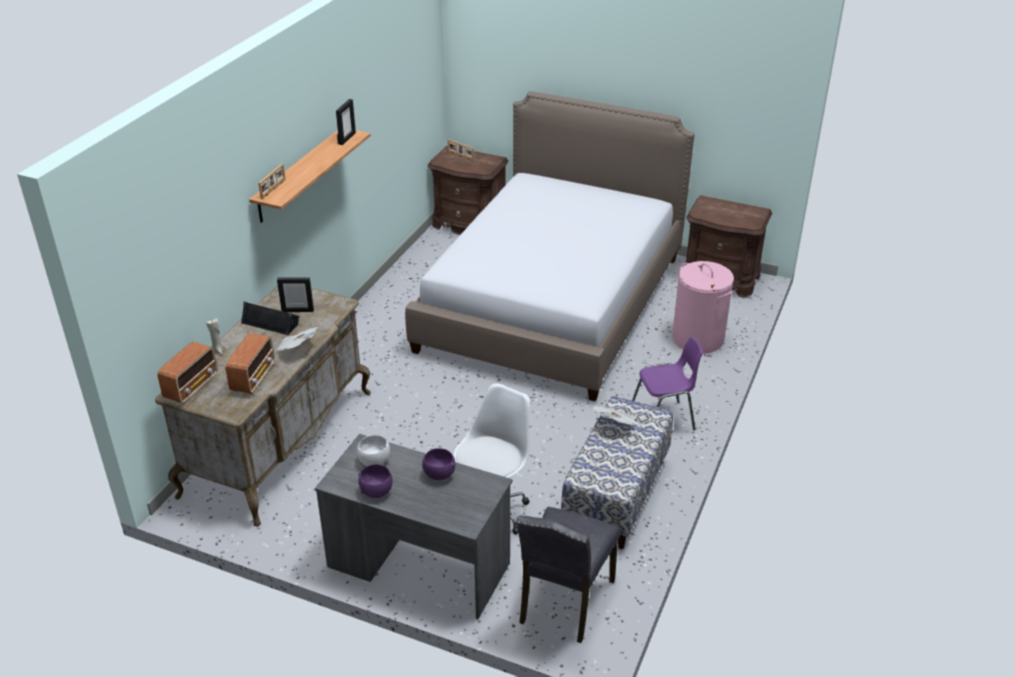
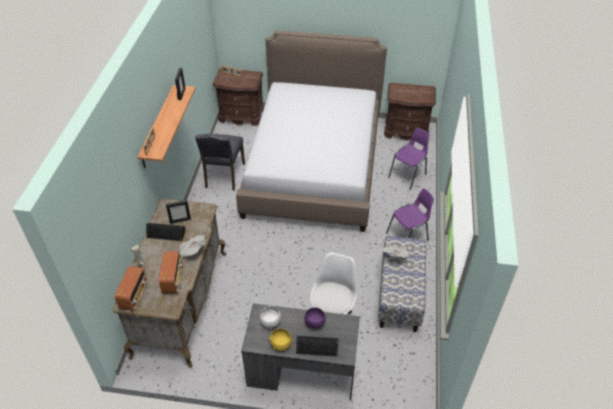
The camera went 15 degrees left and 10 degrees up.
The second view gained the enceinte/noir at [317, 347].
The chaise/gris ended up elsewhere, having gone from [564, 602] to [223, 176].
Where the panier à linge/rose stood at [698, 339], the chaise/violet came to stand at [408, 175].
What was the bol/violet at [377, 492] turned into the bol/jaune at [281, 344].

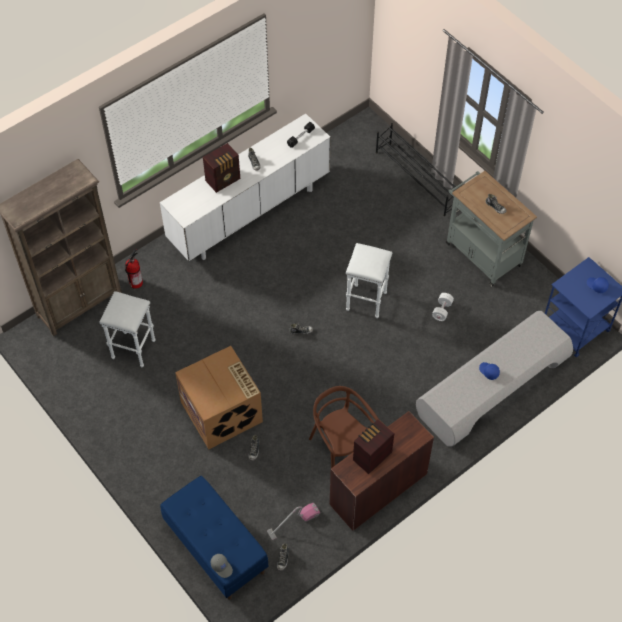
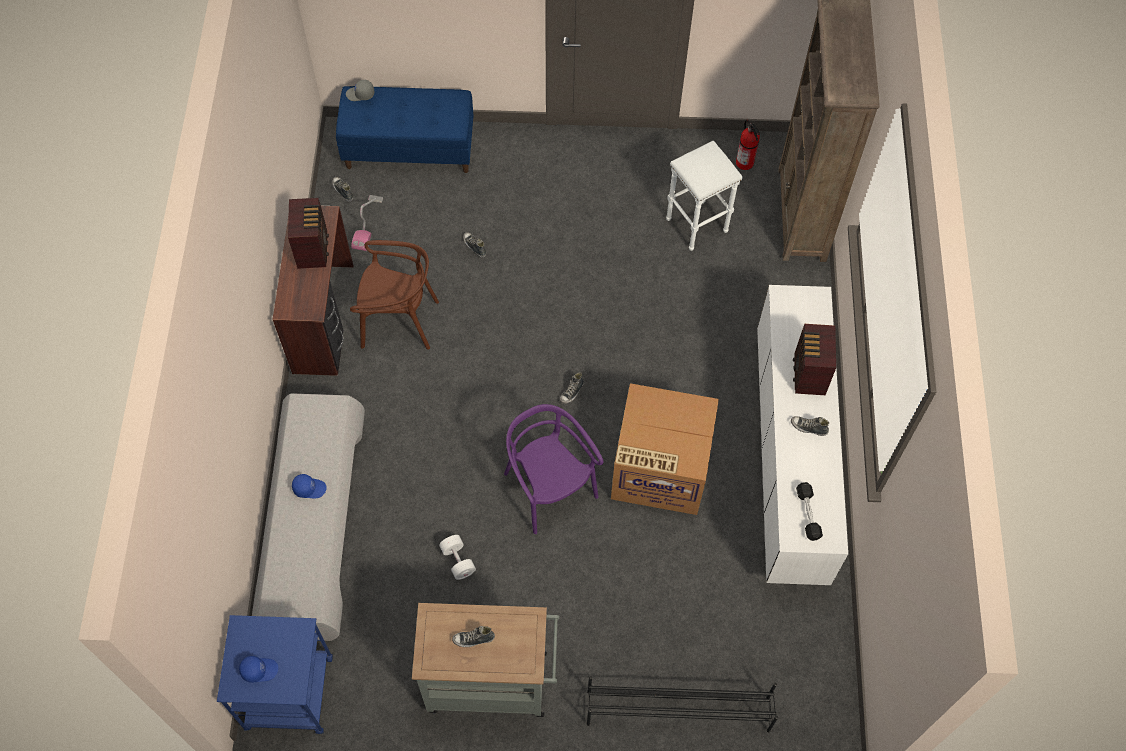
The camera went 130 degrees right and 5 degrees up.
The extincteur ended up elsewhere, having gone from [136, 282] to [745, 163].
The carton ended up elsewhere, having gone from [222, 412] to [659, 468].
Where the tabouret/blanc stood at [365, 301], the chaise/violet came to stand at [548, 488].

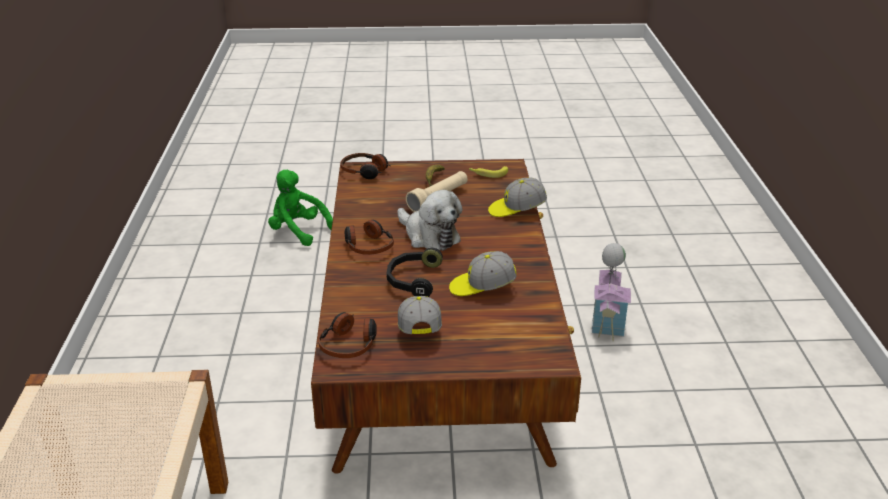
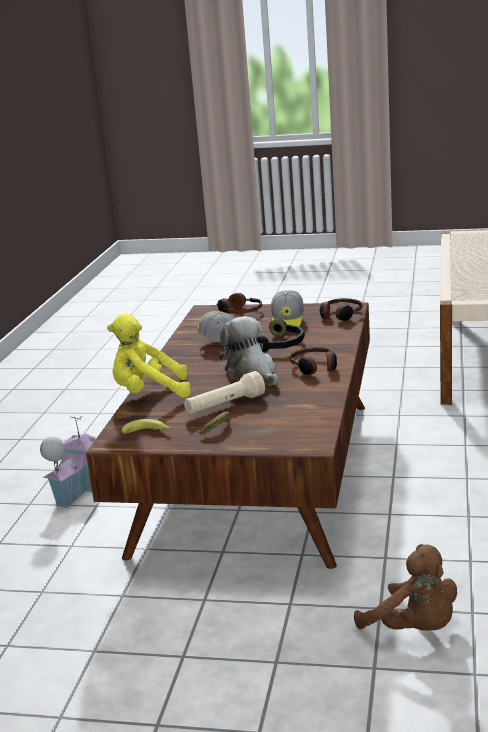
The camera went 165 degrees left and 10 degrees down.
The casque audio ended up elsewhere, having gone from [365, 171] to [239, 312].
Where the casquette stood at [516, 209], the peluche/jaune came to stand at [149, 394].
What was the peluche/vert at [298, 231] turned into the peluche/marron at [414, 629].

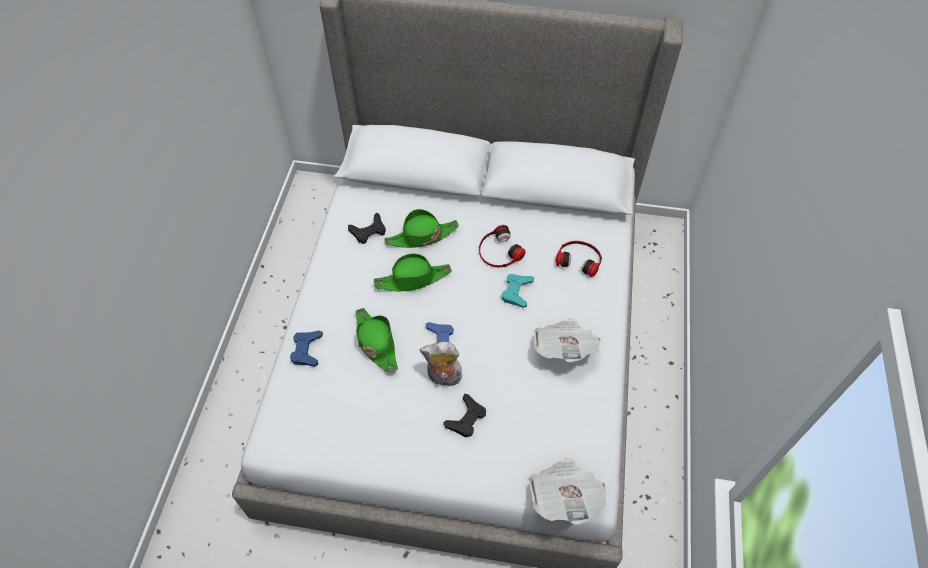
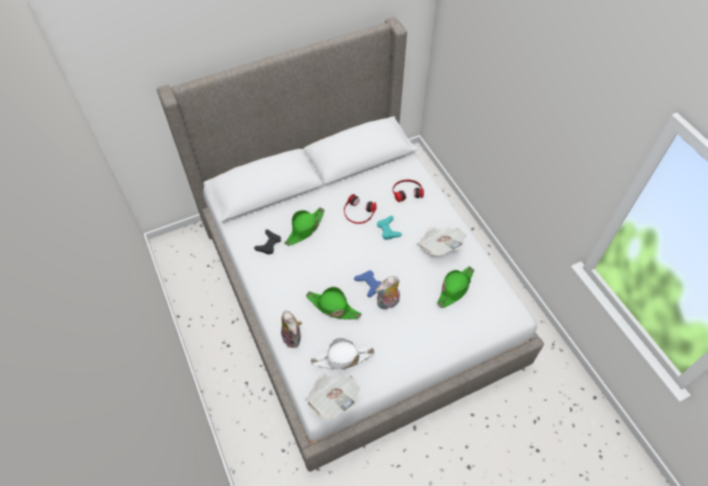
The camera went 35 degrees left and 0 degrees up.
The second view lost the manette/noir at [466, 418].
The second view gained the chapeau/blanc at [342, 358].
The chapeau/vert ended up elsewhere, having gone from [413, 279] to [455, 288].
The journal ended up elsewhere, having gone from [564, 496] to [332, 398].
Where the manette/bleu stood at [307, 350], the peluche came to stand at [293, 338].

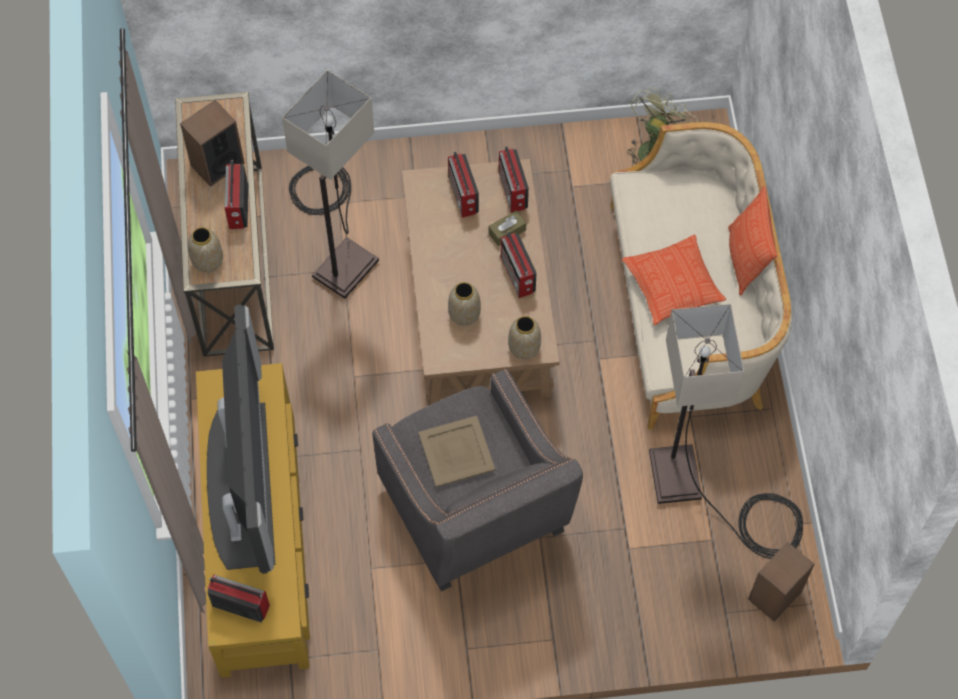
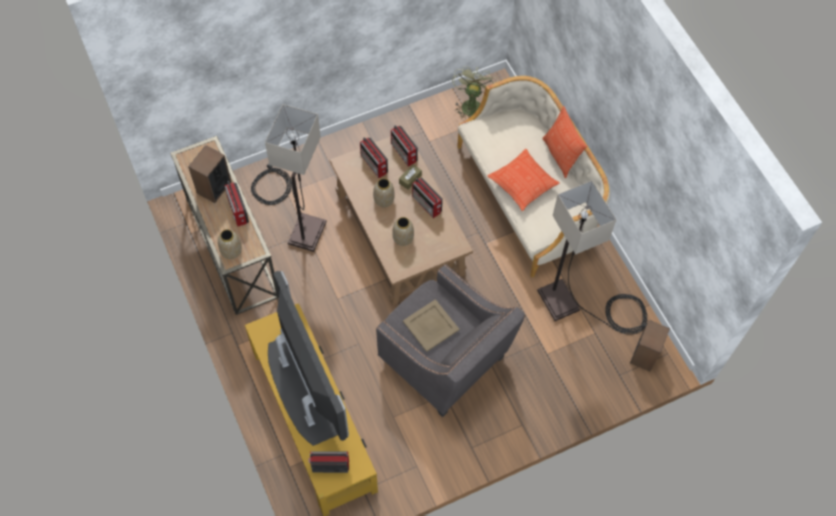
The camera went 20 degrees left and 0 degrees up.
The vase ended up elsewhere, having gone from [524, 348] to [384, 200].

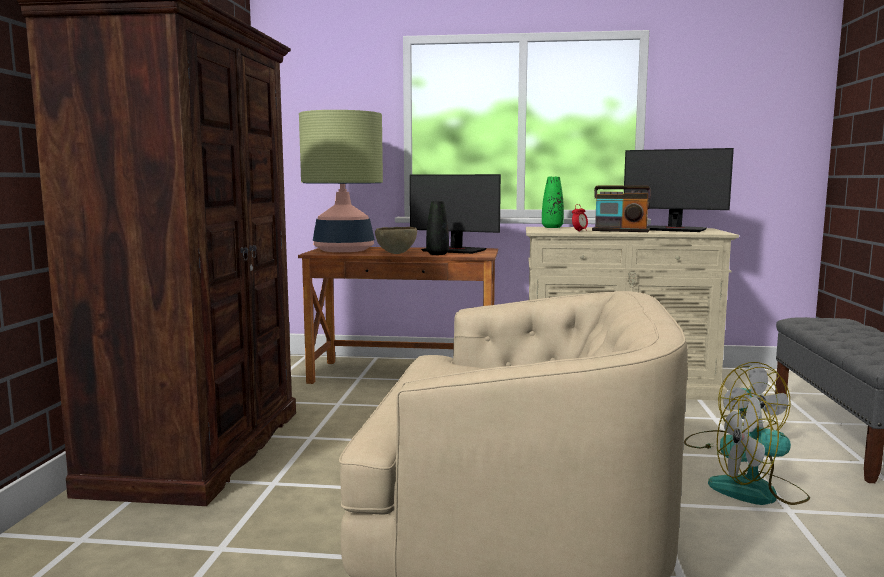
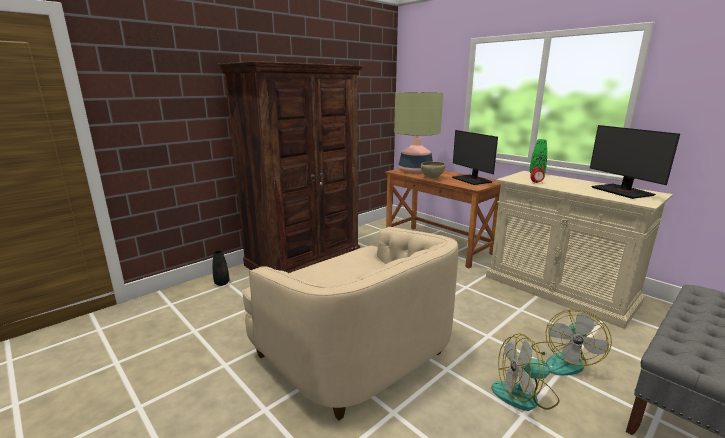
The camera went 40 degrees right and 10 degrees up.
The second view lost the radio at [620, 231].
The vase/noir ended up elsewhere, having gone from [437, 254] to [222, 283].
The ventilateur at [758, 492] ended up facing another way, 45 degrees counterclockwise from before.

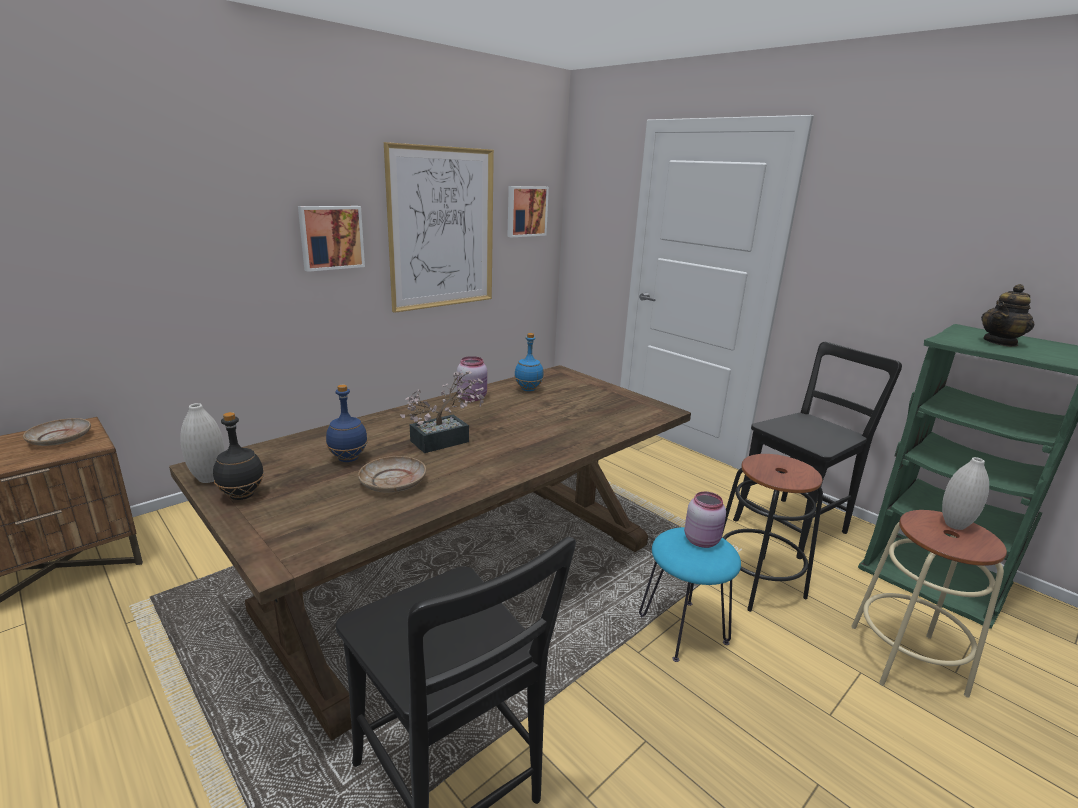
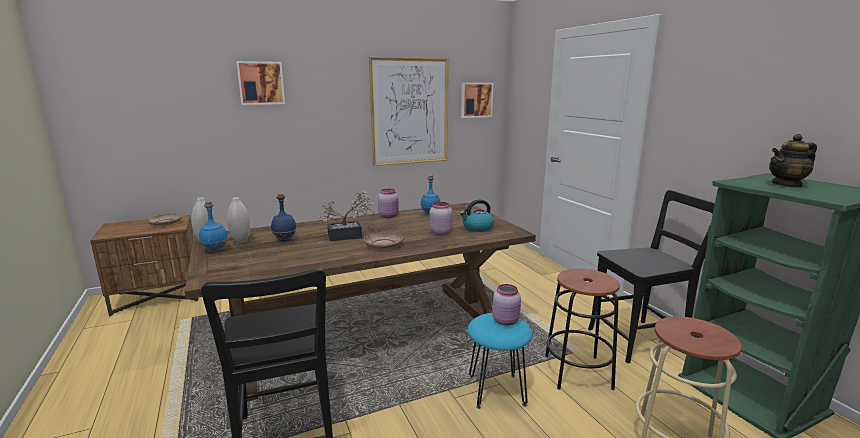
The camera went 20 degrees right and 5 degrees down.
The second view gained the bocal/rose at [440, 233].
The second view gained the bouilloire at [477, 228].
The tableau ended up elsewhere, having gone from [331, 237] to [261, 83].
The assiette/beige ended up elsewhere, having gone from [393, 482] to [383, 245].
The vase/blanc ended up elsewhere, having gone from [954, 525] to [241, 241].
What was the bouteille/noir at [243, 495] turned into the bouteille/bleu at [215, 250].

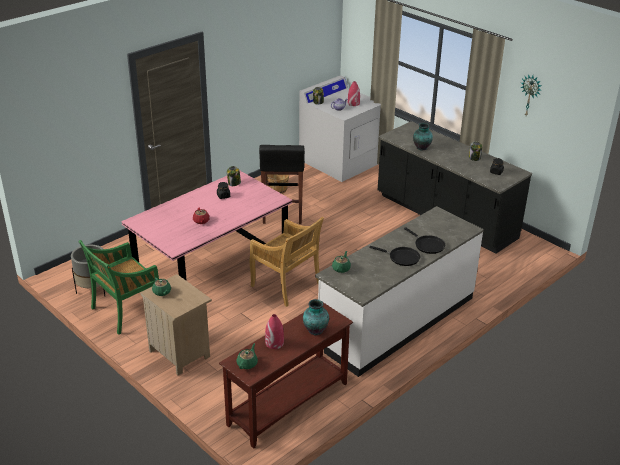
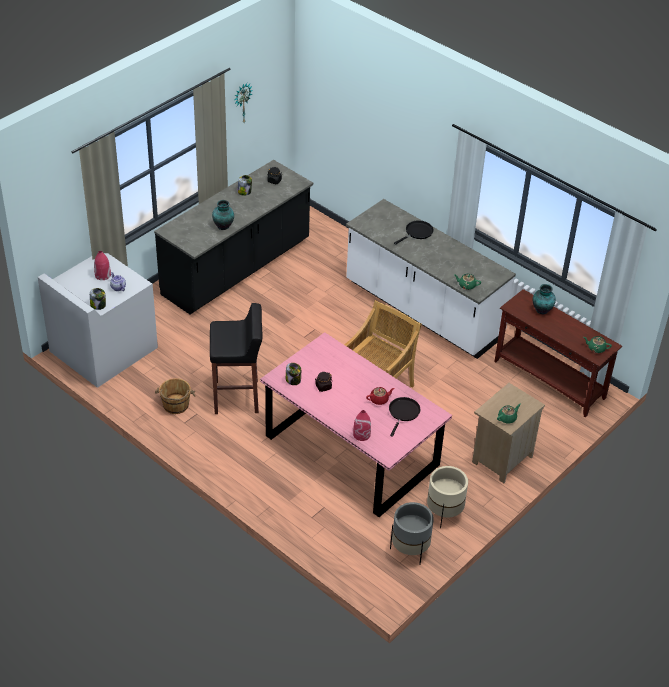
The camera went 95 degrees left and 10 degrees up.
The vase/rouge ended up elsewhere, having gone from [274, 343] to [362, 434].
The poêle/noir ended up elsewhere, having gone from [402, 257] to [403, 413].
Where the chaise/vert stood at [126, 311], the cache-pot/beige came to stand at [444, 513].

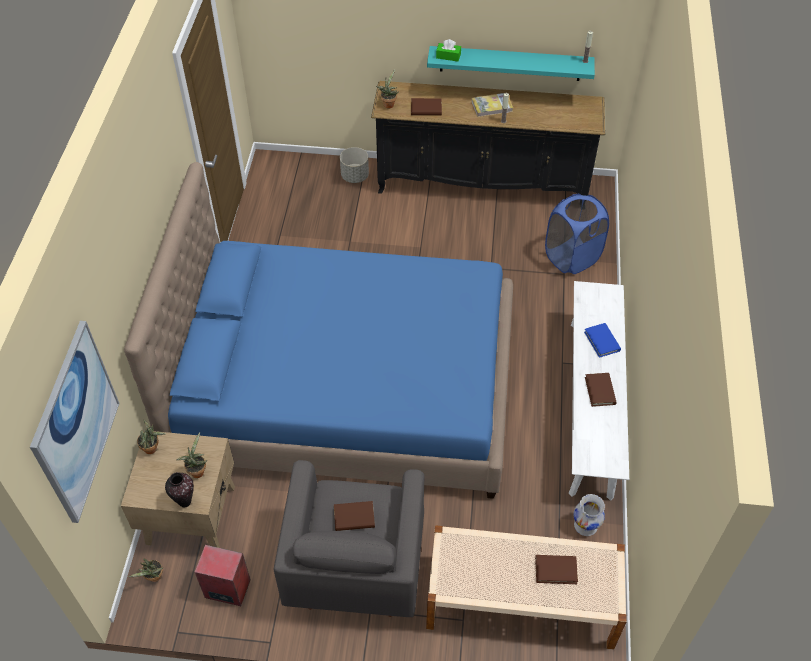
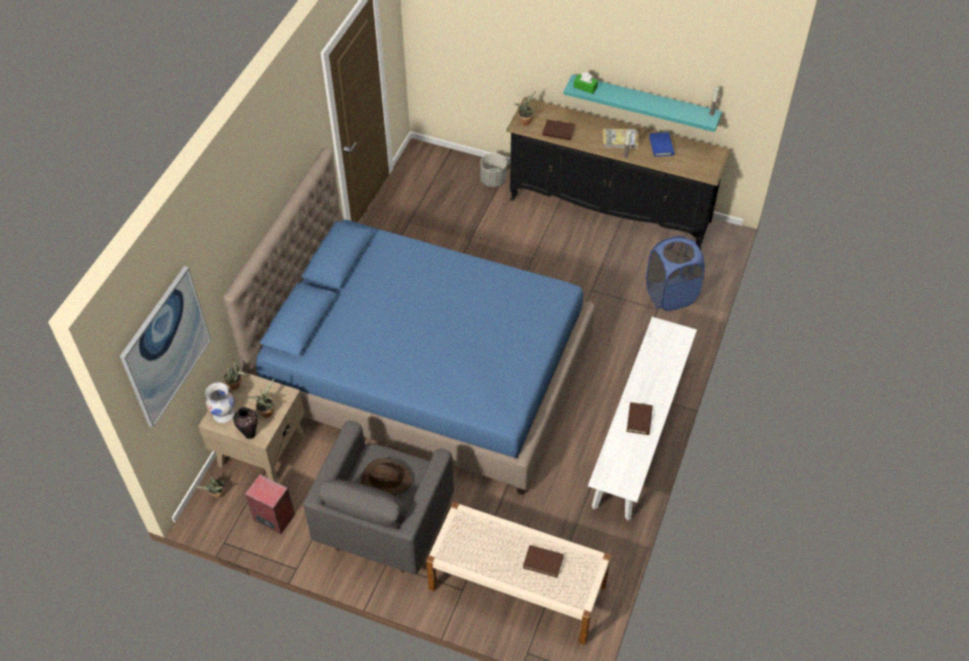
The camera went 15 degrees right and 0 degrees up.
The vase/blanc ended up elsewhere, having gone from [586, 525] to [224, 414].
The livre/bleu ended up elsewhere, having gone from [602, 341] to [661, 146].
Where the livre/marron stood at [354, 517], the chapeau/marron came to stand at [386, 479].

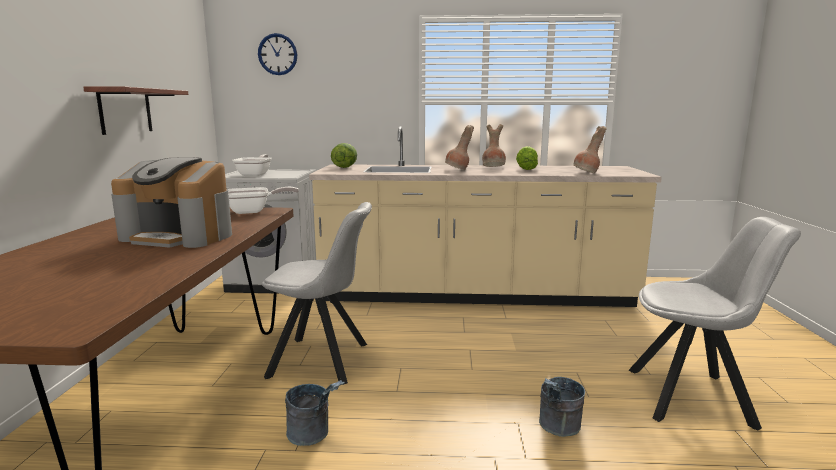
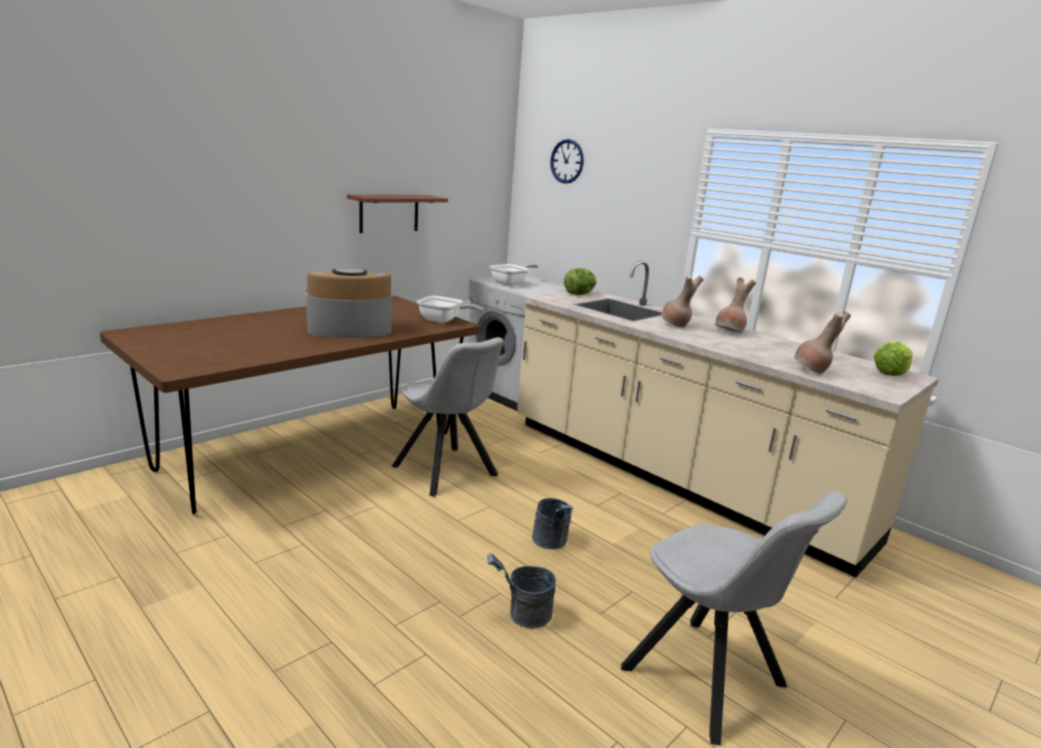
The camera went 40 degrees right and 5 degrees up.
The seau/gris ended up elsewhere, having gone from [313, 435] to [551, 543].
The laitue ended up elsewhere, having gone from [526, 169] to [891, 373].
The machine à café at [180, 236] ended up facing another way, 105 degrees clockwise from before.

